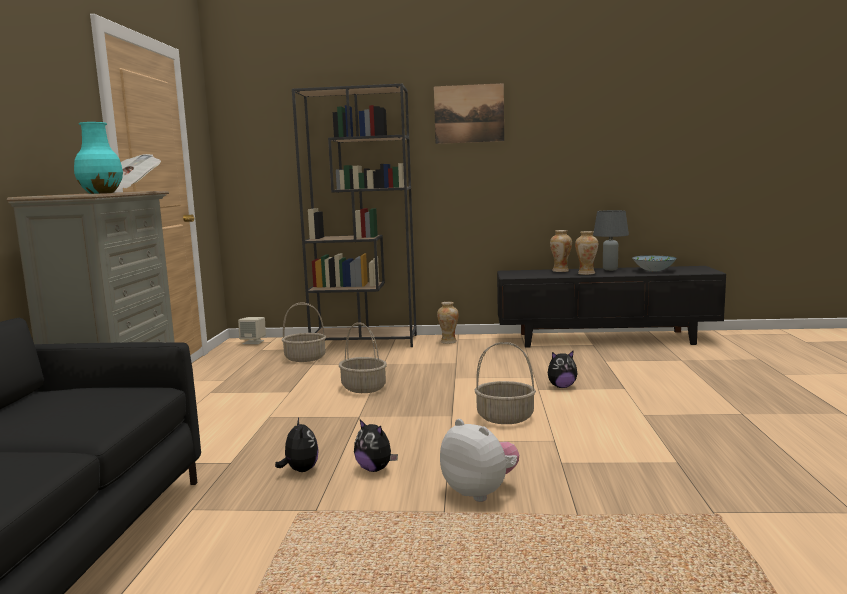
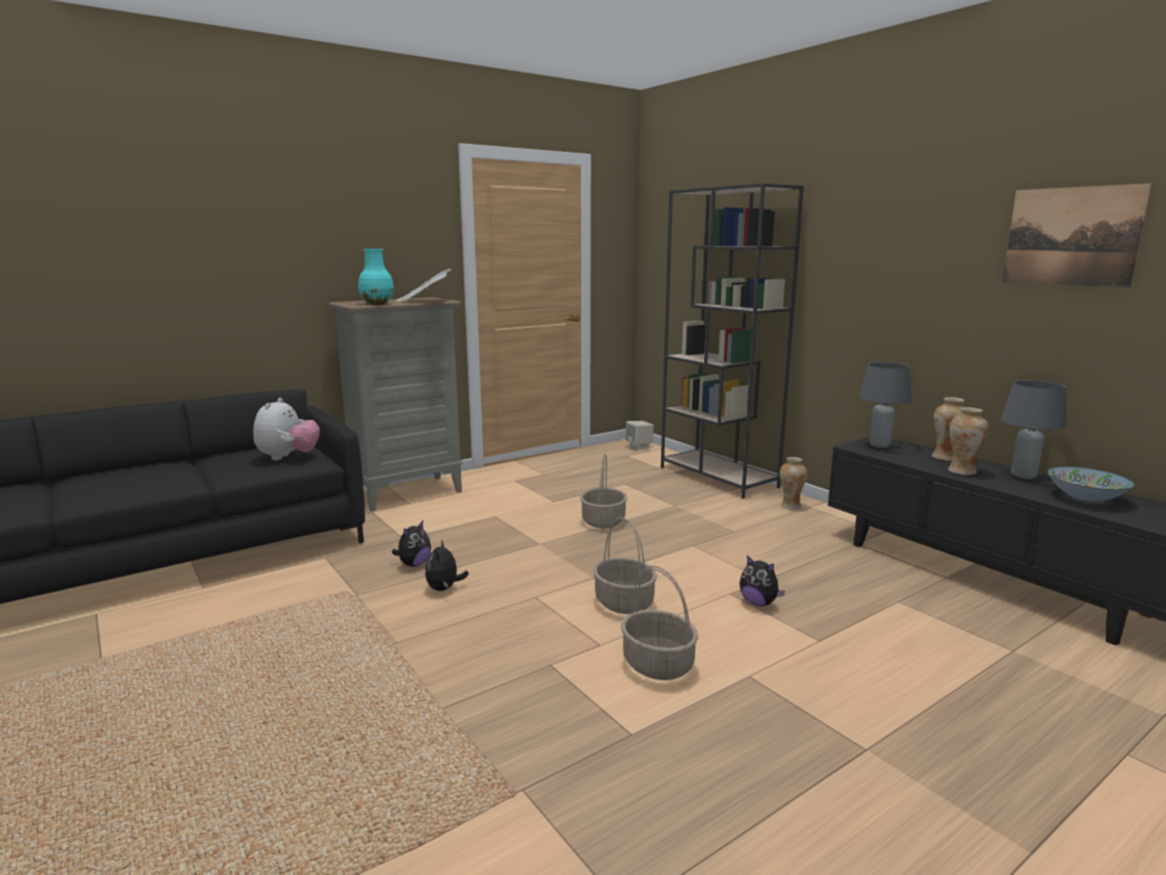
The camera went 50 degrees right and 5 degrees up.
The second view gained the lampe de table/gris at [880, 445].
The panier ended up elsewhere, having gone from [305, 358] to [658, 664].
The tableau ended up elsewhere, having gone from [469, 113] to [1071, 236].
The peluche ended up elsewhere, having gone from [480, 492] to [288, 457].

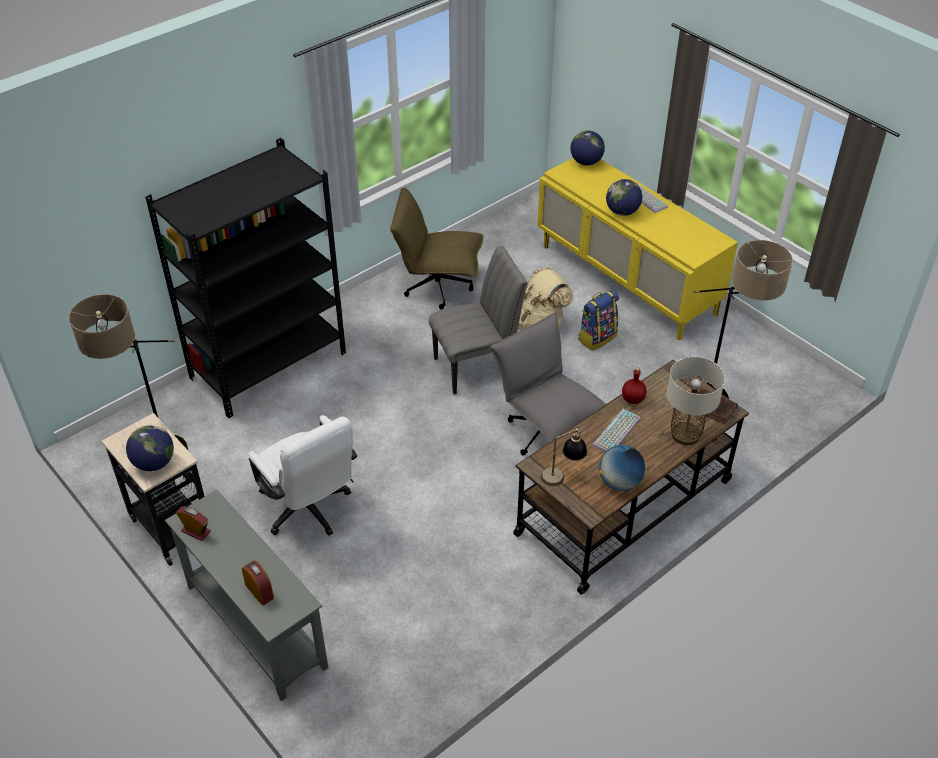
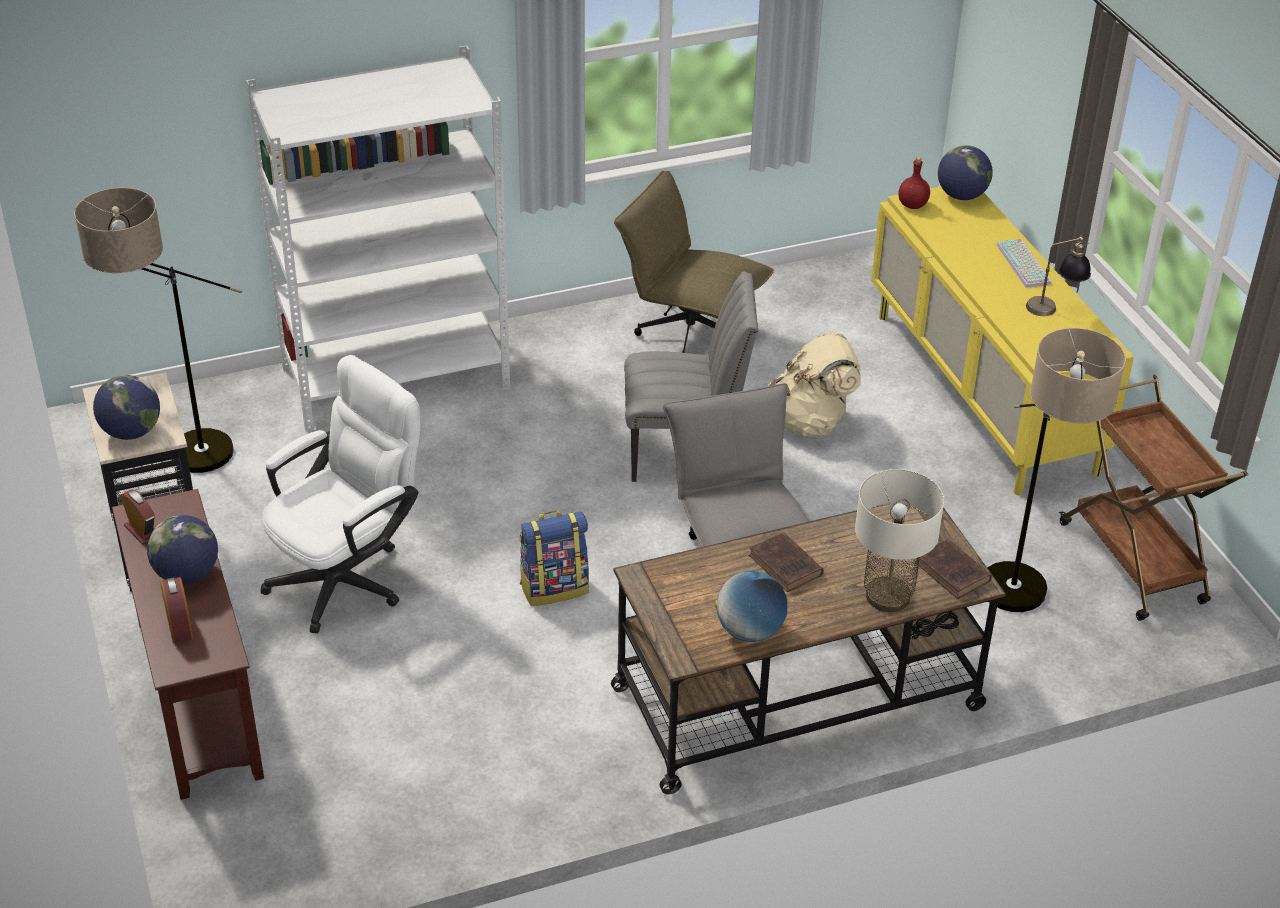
The camera went 20 degrees right and 5 degrees down.
The second view gained the chariot/marron at [1132, 564].
The lampe de table ended up elsewhere, having gone from [562, 476] to [1054, 309].
The sac à dos ended up elsewhere, having gone from [597, 337] to [554, 587].
The globe ended up elsewhere, having gone from [622, 212] to [187, 575].
The bouteille/rouge ended up elsewhere, having gone from [633, 399] to [913, 205].
Where the clavier stood at [617, 433], the livre/marron came to stand at [786, 566].
What was the bibliothèque/noir at [268, 365] turned into the bibliothèque/blanc at [396, 378].
What was the table console/gris at [255, 626] turned into the table console/marron at [198, 698].
The chaise de bureau/blanc at [309, 510] ended up facing another way, 120 degrees counterclockwise from before.

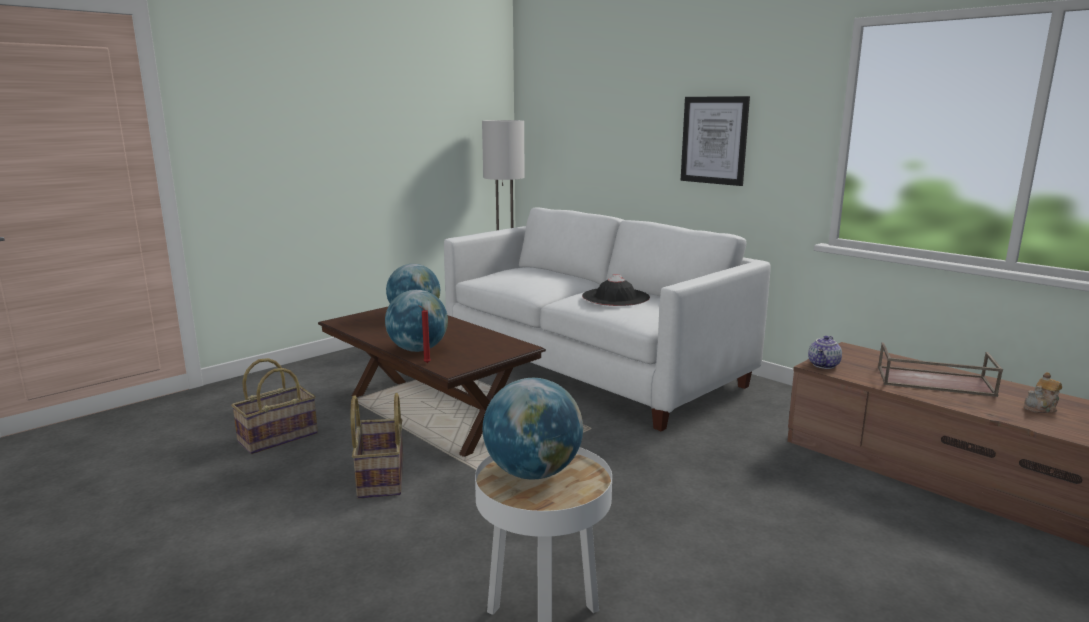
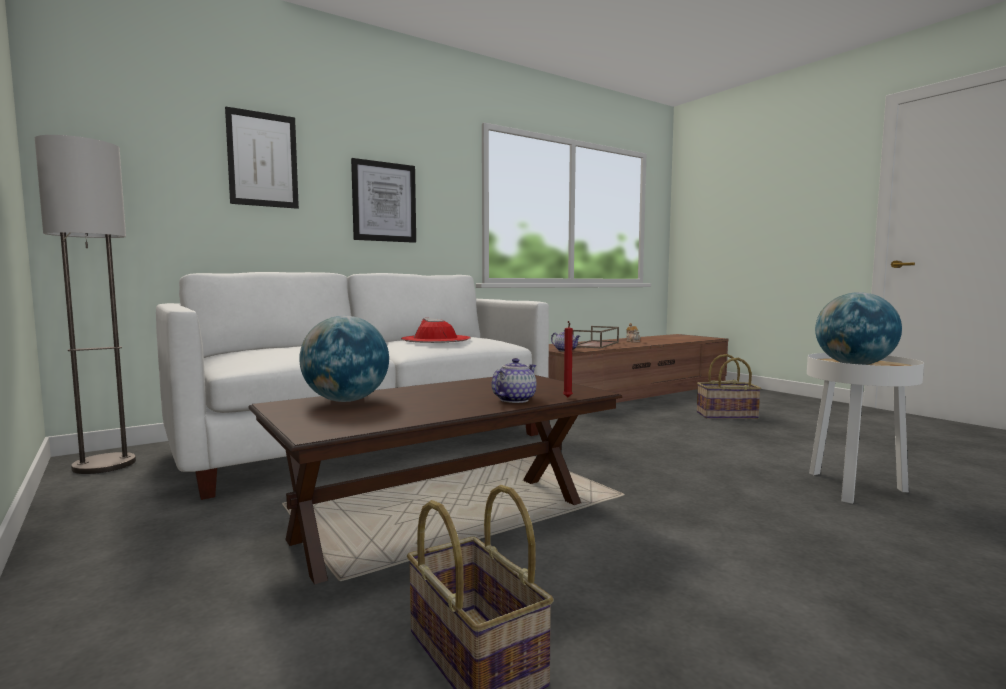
The camera went 80 degrees left and 10 degrees down.
The second view gained the tableau at [263, 159].
The panier ended up elsewhere, having gone from [380, 477] to [726, 415].
Where the globe stood at [418, 349], the théière came to stand at [514, 400].
What was the chapeau/noir at [615, 297] turned into the chapeau/rouge at [436, 339].

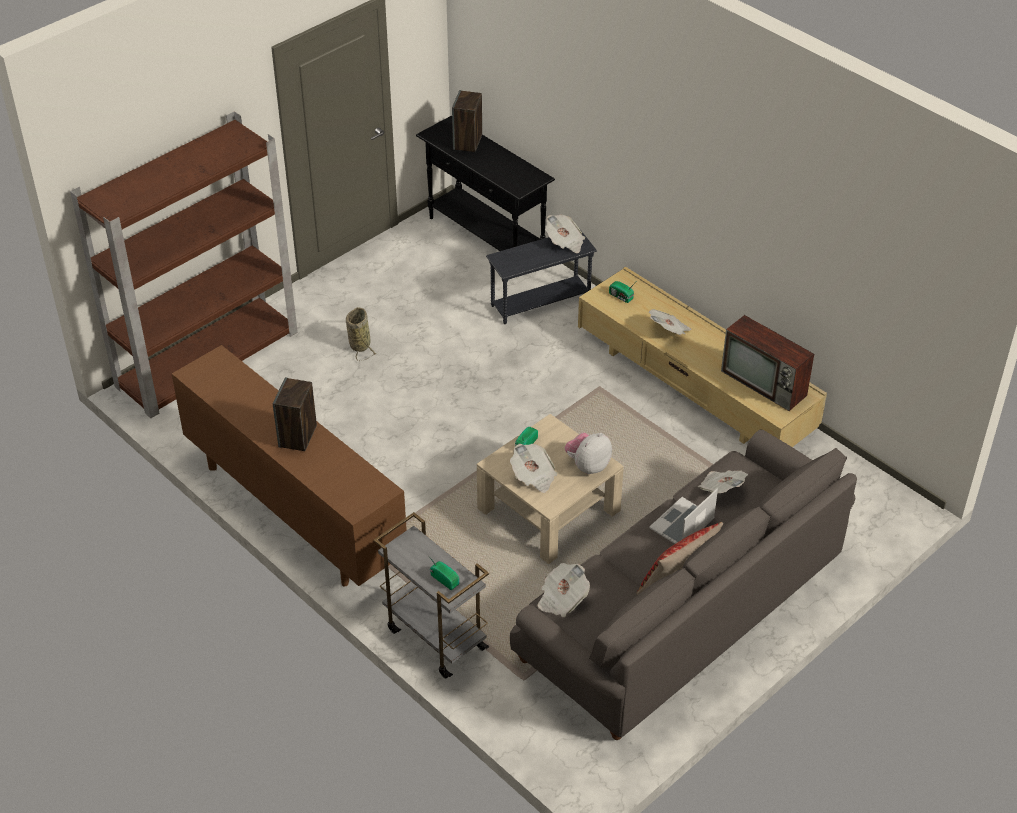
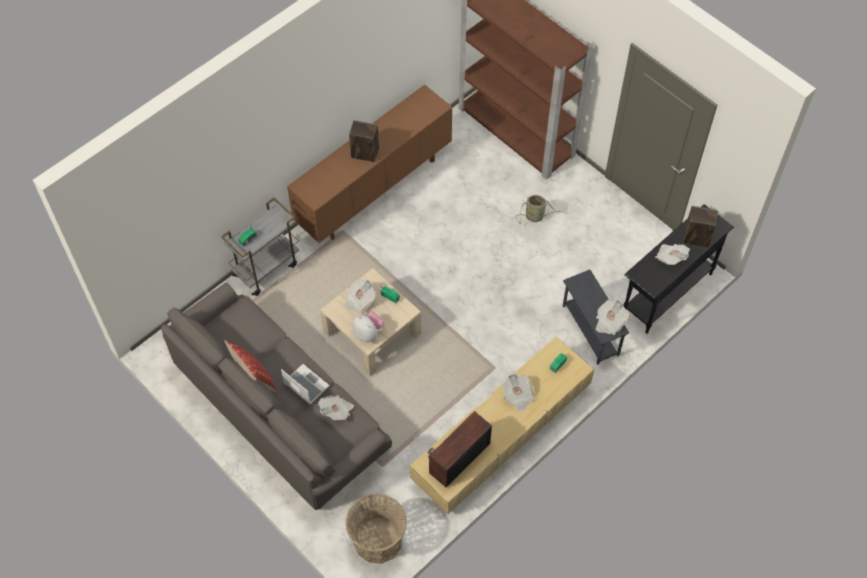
The camera went 90 degrees right and 15 degrees up.
The second view gained the panier at [378, 539].
The journal ended up elsewhere, having gone from [562, 599] to [670, 257].

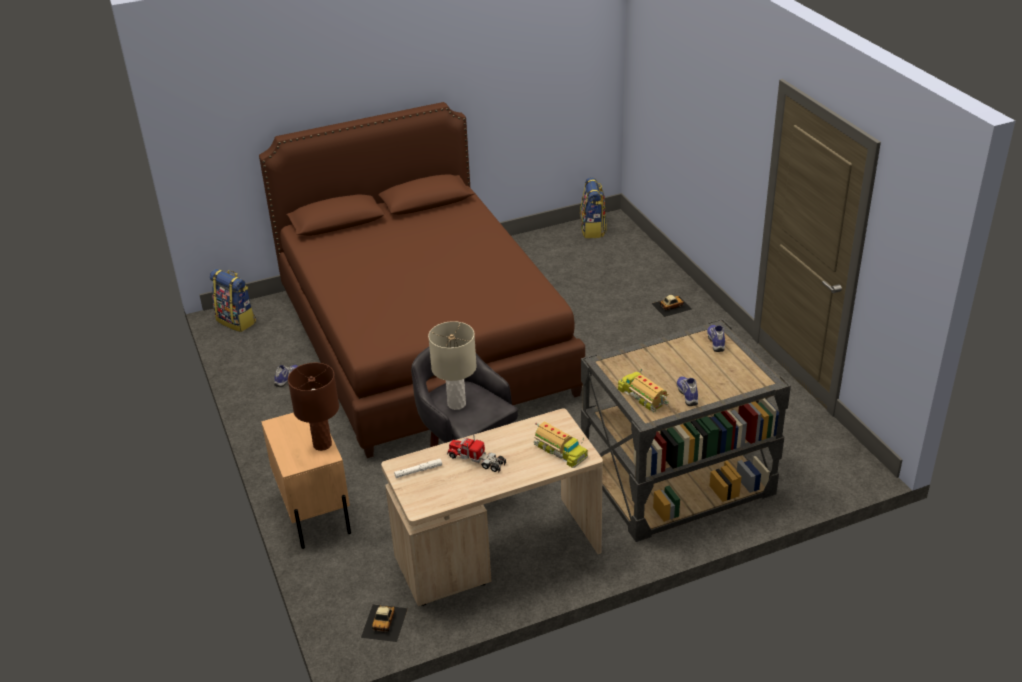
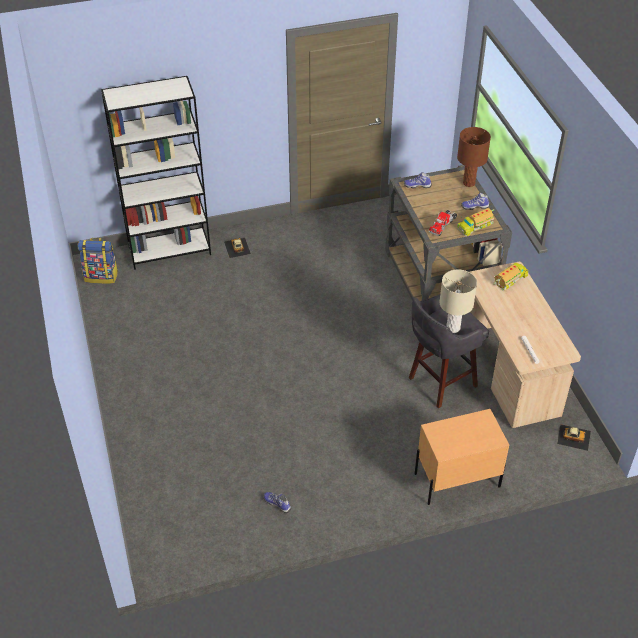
The camera went 85 degrees left and 10 degrees up.
The second view lost the sac à dos at [237, 321].
The second view lost the lit/marron at [423, 341].
The second view gained the bibliothèque/blanc at [170, 250].
The lampe de table/marron ended up elsewhere, having gone from [322, 444] to [469, 183].
The camion jouet ended up elsewhere, having gone from [477, 460] to [442, 225].

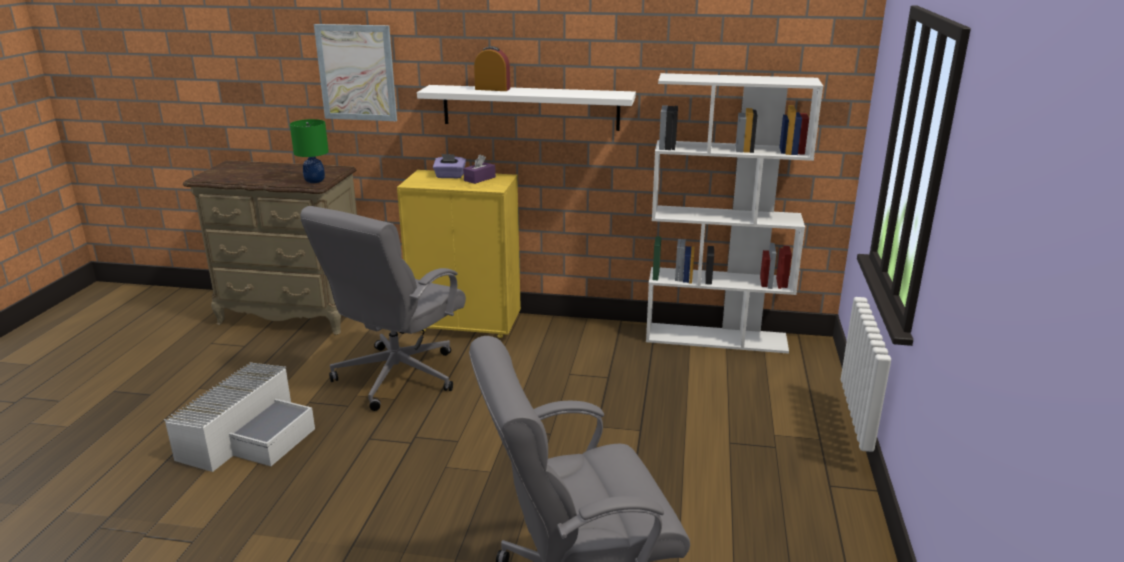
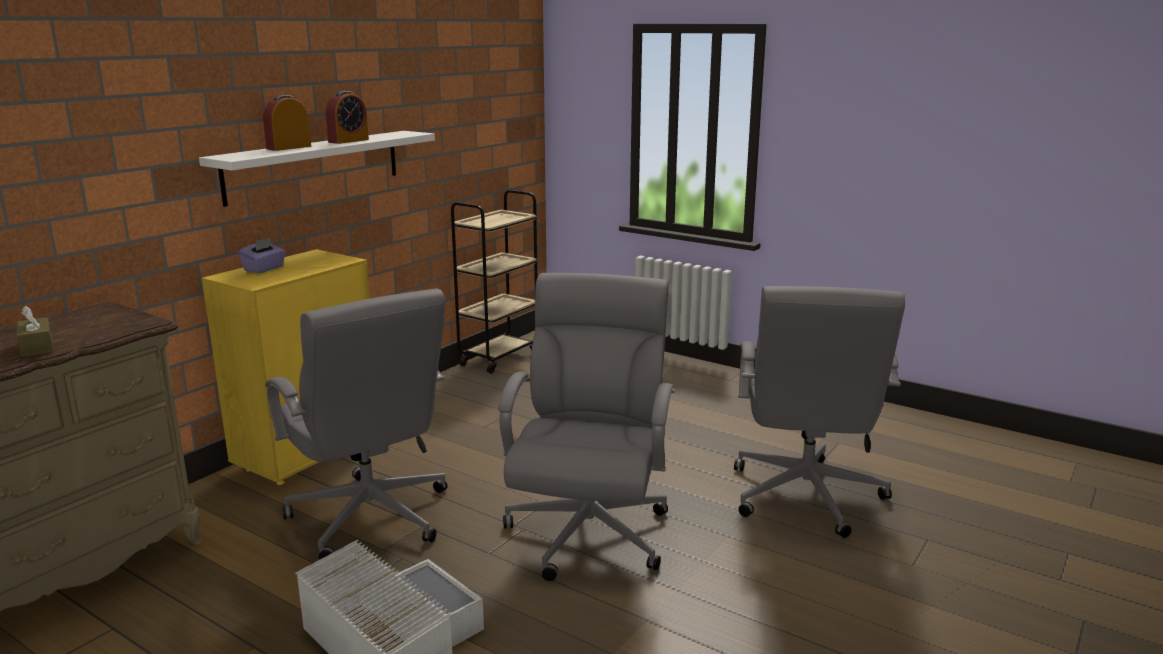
The camera went 65 degrees left and 5 degrees down.
The second view lost the lampe de table/vert at [314, 182].
The second view lost the tableau at [356, 73].
The second view lost the boîte à mouchoirs/violet at [479, 179].
The second view gained the boîte à mouchoirs/marron at [37, 347].
The second view gained the réveil at [348, 141].
The second view gained the chaise de bureau/gris at [588, 534].
Where the bibliothèque/blanc stood at [717, 338], the chariot/beige came to stand at [499, 358].

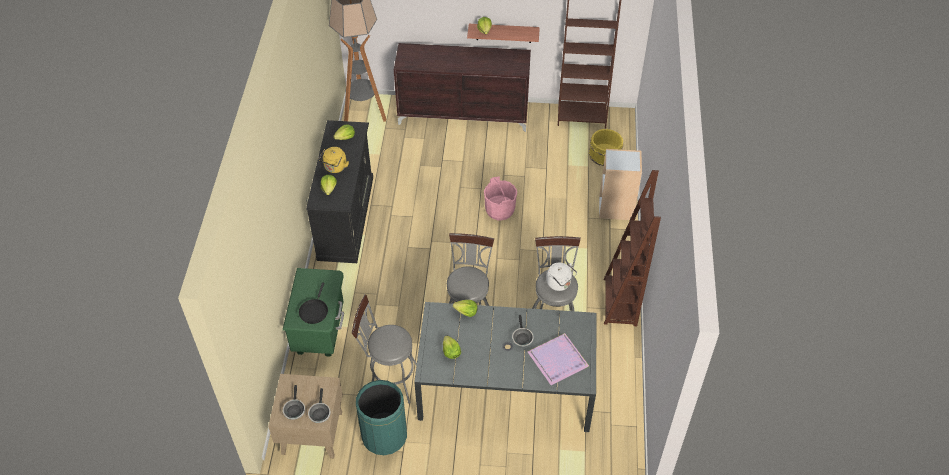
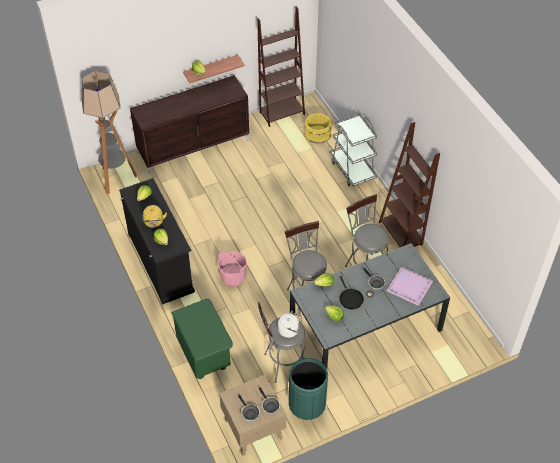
The camera went 30 degrees left and 0 degrees up.
The poêle/noir ended up elsewhere, having gone from [314, 311] to [350, 298].
The seau/rose ended up elsewhere, having gone from [499, 210] to [233, 277].
The bouilloire/blanc ended up elsewhere, having gone from [560, 283] to [290, 330].
Where the bibliothèque stood at [616, 208], the chariot/gris came to stand at [352, 169].

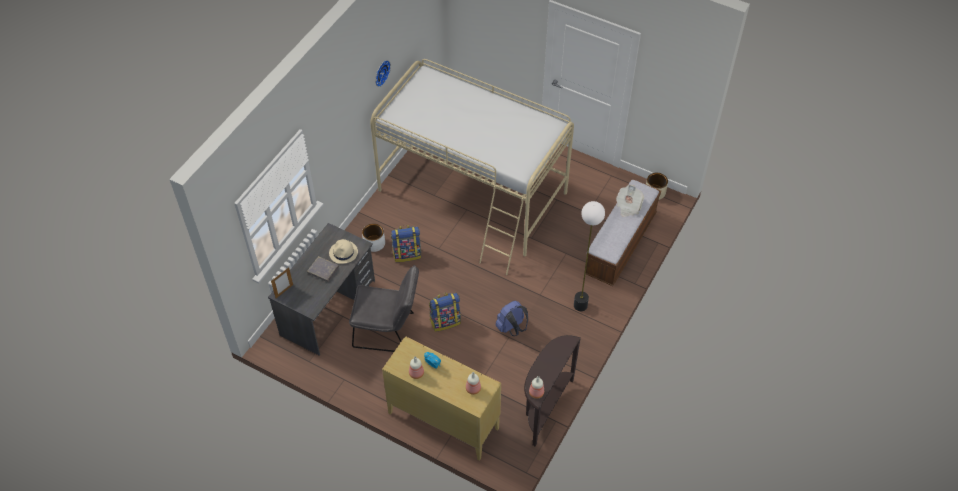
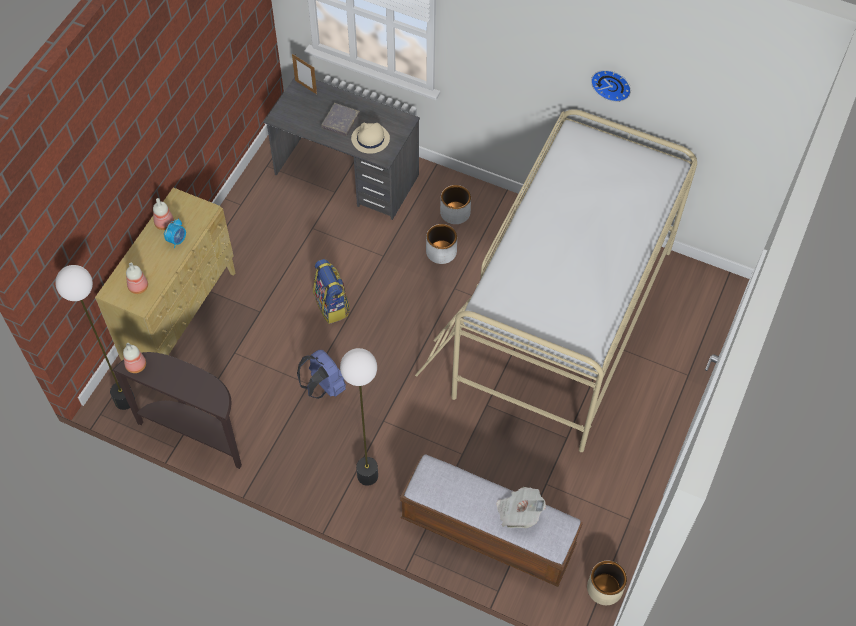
The camera went 85 degrees right and 5 degrees up.
The second view lost the chaise/gris at [388, 331].
The second view gained the lampadaire at [124, 400].
Where the sac à dos stood at [407, 253], the cache-pot/blanc came to stand at [441, 252].

